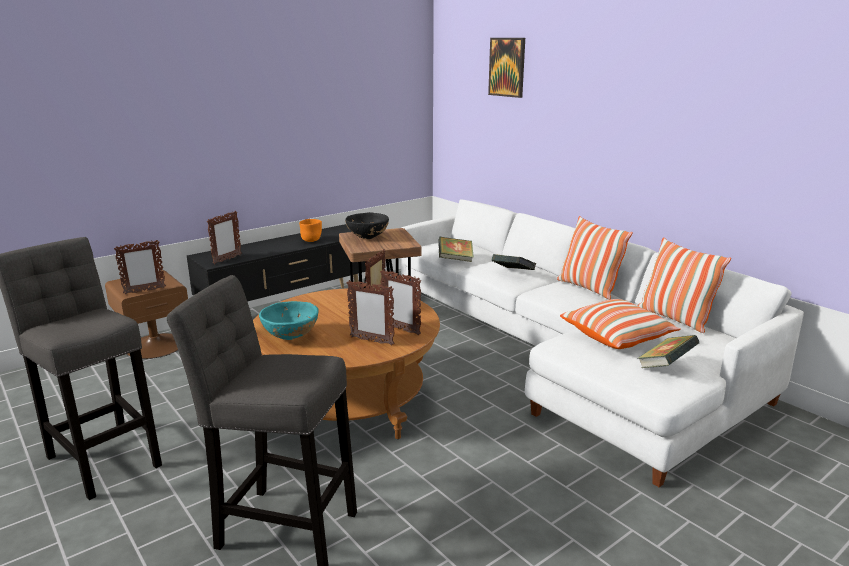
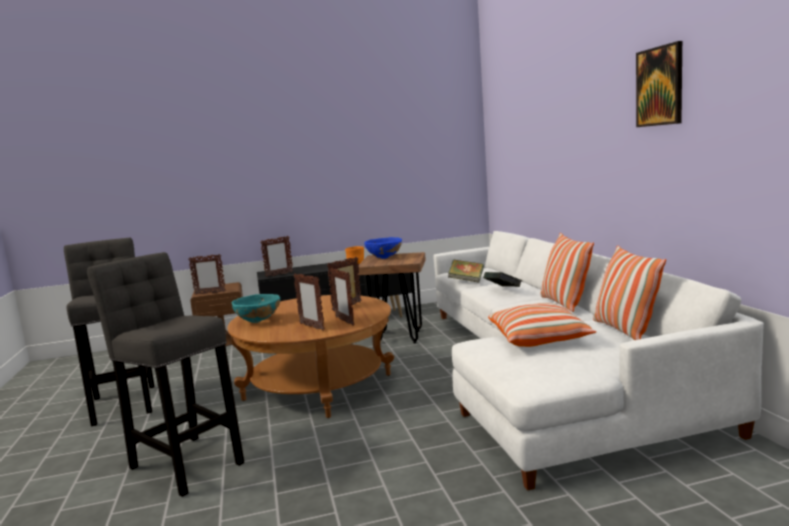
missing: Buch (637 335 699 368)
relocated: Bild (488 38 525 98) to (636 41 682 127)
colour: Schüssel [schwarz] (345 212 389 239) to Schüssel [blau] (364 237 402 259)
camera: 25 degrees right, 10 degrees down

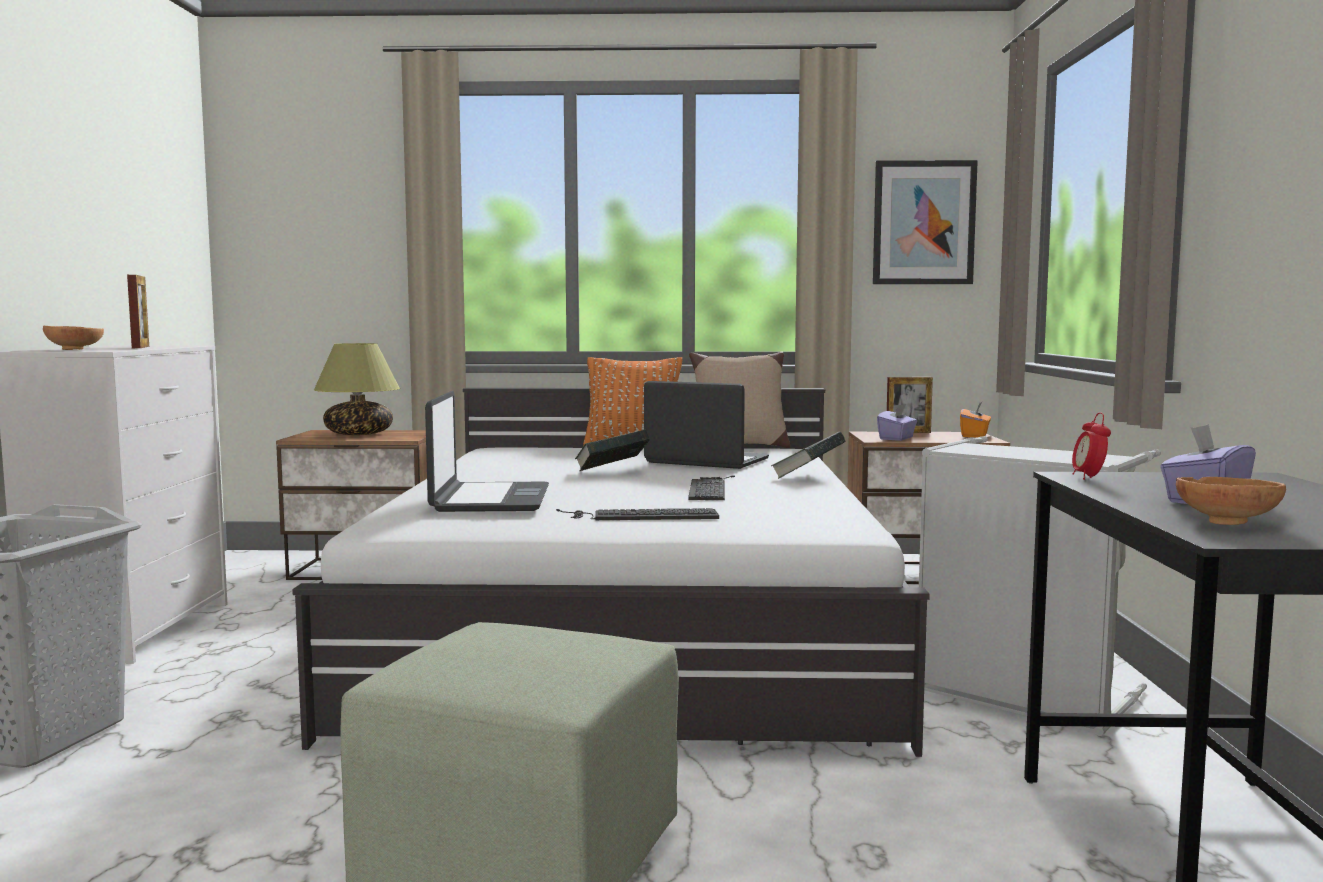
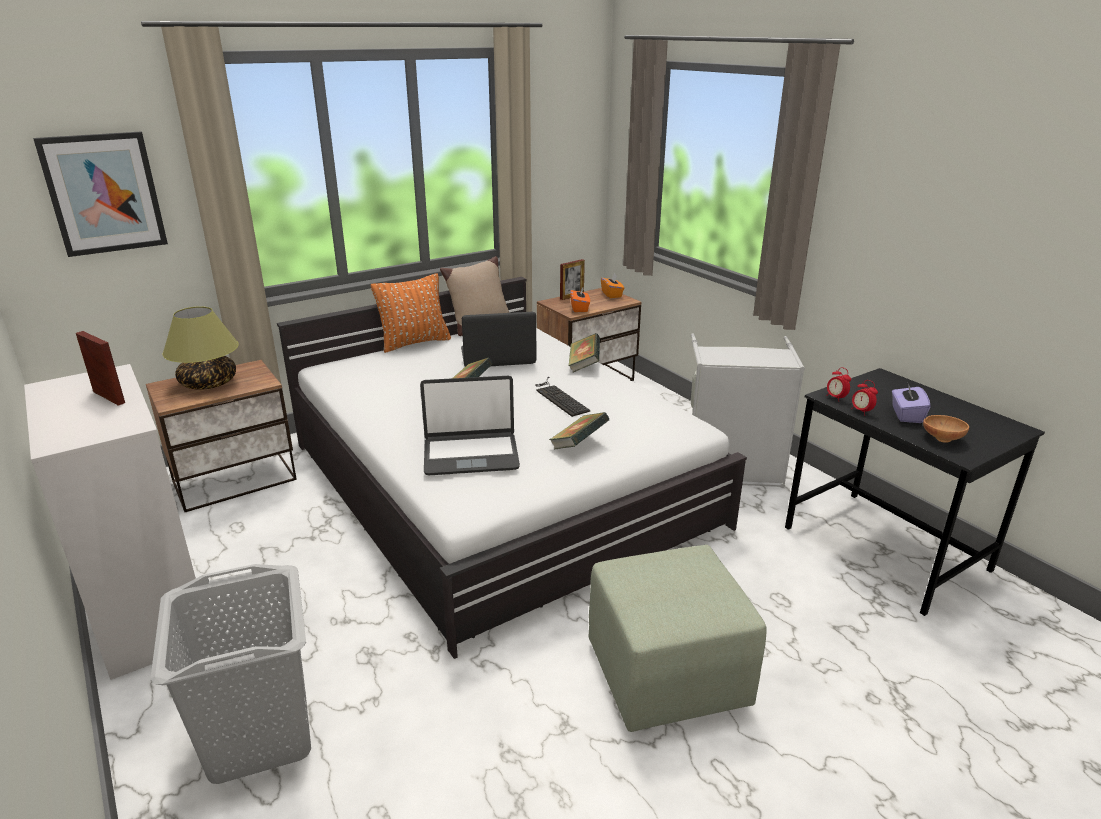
missing: Schüssel [braun] (43 326 104 350)
appeared: Wecker (851 380 878 414)
relocated: Bild (873 160 978 284) to (33 132 168 257)
exchanged: Tastatur (556 508 719 520) to Buch (549 412 609 449)
colour: Taschentuchbox [lila] (877 404 917 441) to Taschentuchbox [orange] (570 287 590 312)
spun: Laptop (425 391 549 512) = (420 376 520 476) 120 degrees clockwise
camera: 35 degrees left, 20 degrees up

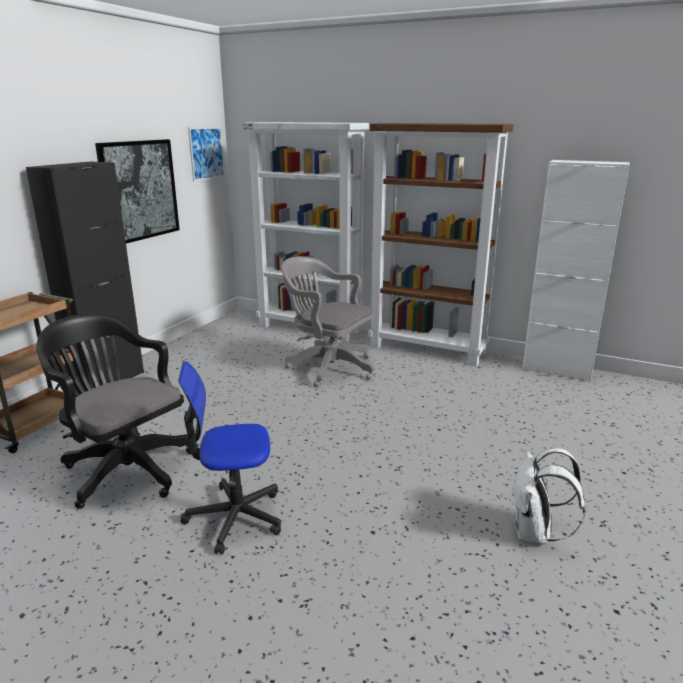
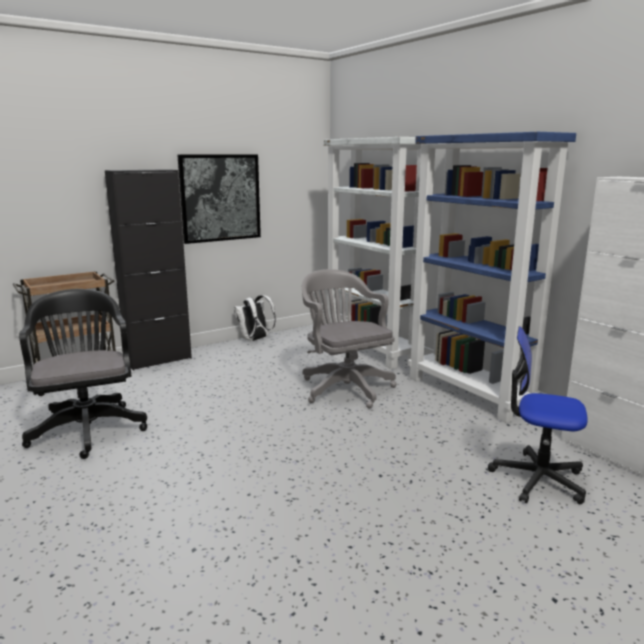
missing: Bild (188 127 225 181)
relocated: Rucksack [weiß] (511 448 585 545) to (234 295 276 341); Bürostuhl (178 361 281 554) to (488 327 588 504)
colour: Bücherregal [braun] (368 123 514 366) to Bücherregal [blau] (408 132 576 423)
camera: 30 degrees right, 5 degrees down

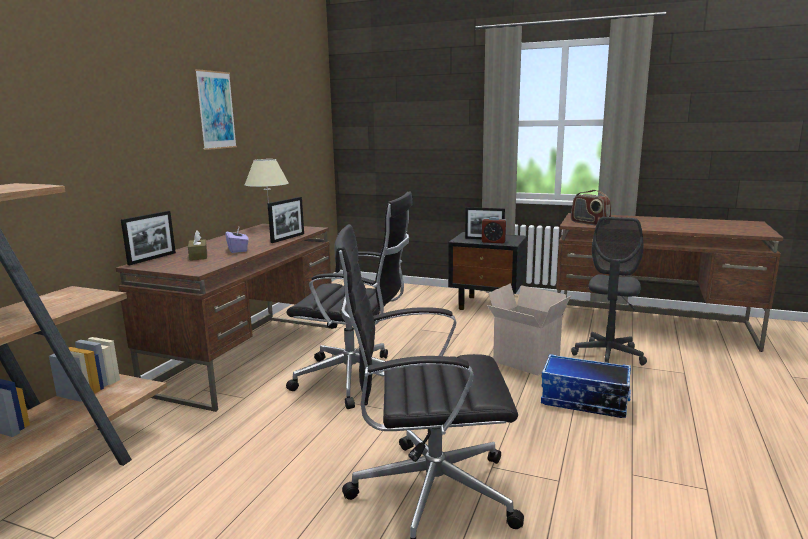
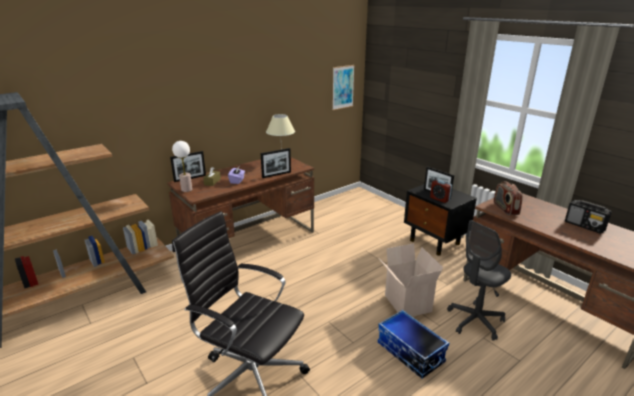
missing: Bürostuhl [schwarz] (286 191 413 409)
appeared: Tischlampe (172 141 192 192); Radio (565 200 612 234)
relocated: Bild (195 69 237 150) to (332 65 355 110)
camera: 30 degrees right, 10 degrees up

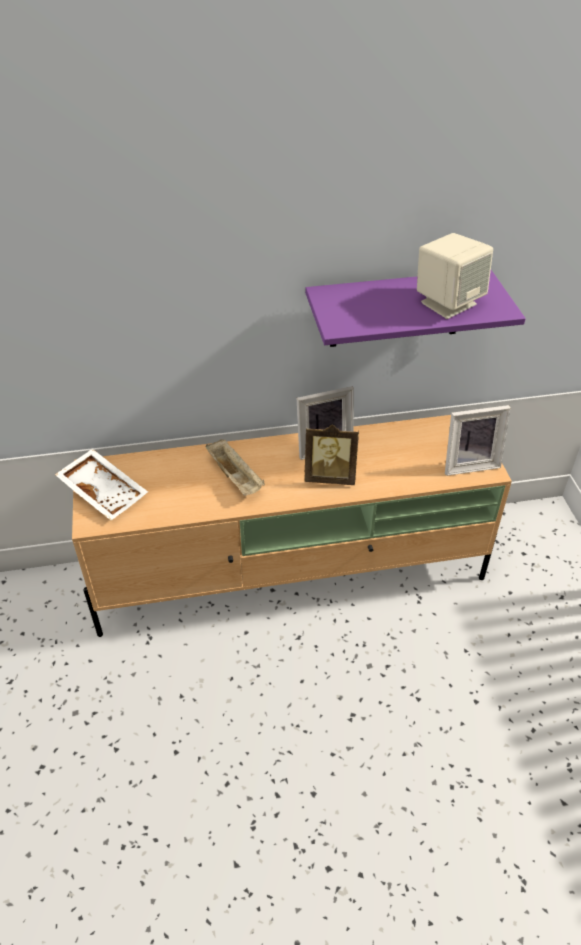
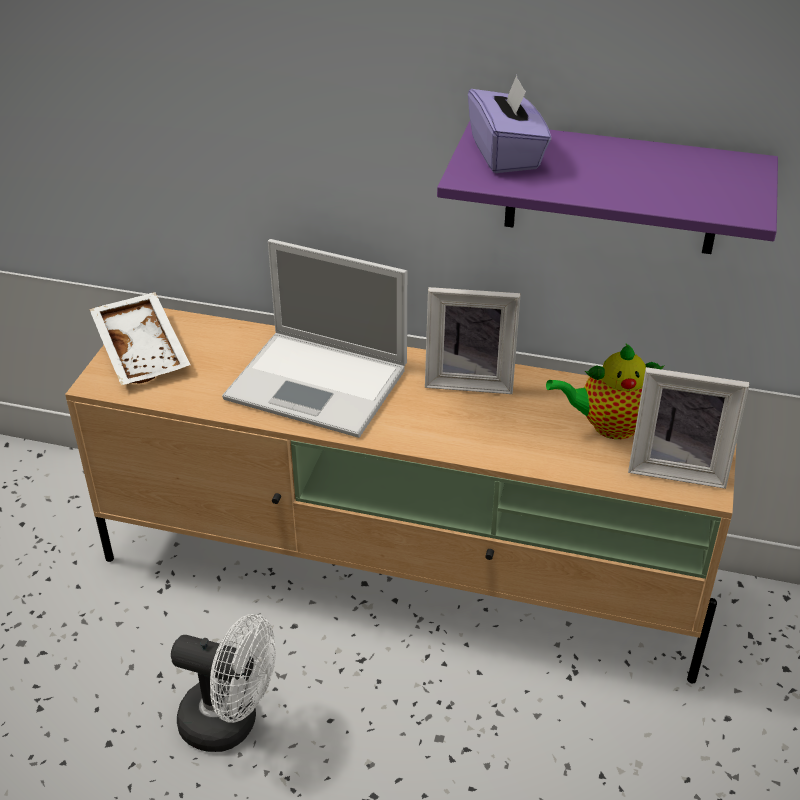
missing: Bilderrahmen (304 424 359 485); Lautsprecher [beige] (417 233 493 319)
appeared: Ventilator [weiß] (171 614 275 752); Taschentuchbox [lila] (468 75 551 173); Teekanne (546 344 665 439)
exchanged: Tablett [beige] (206 439 265 496) to Laptop (222 239 407 438)
camera: 25 degrees right, 5 degrees down

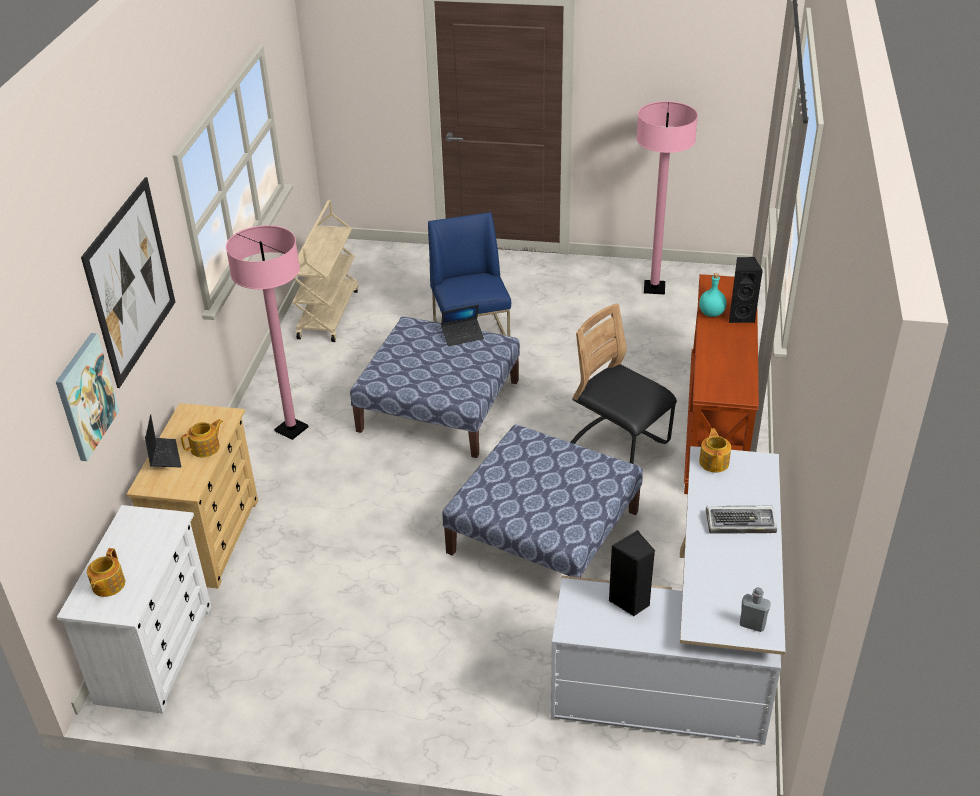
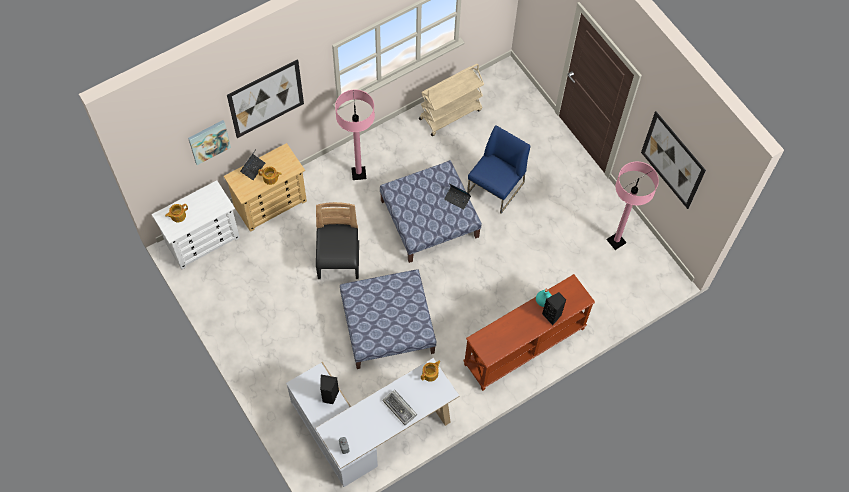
appeared: Bild (641 111 706 209)
relocated: Stuhl [schwarz] (570 303 677 464) to (316 202 359 279)
camera: 45 degrees right, 25 degrees up

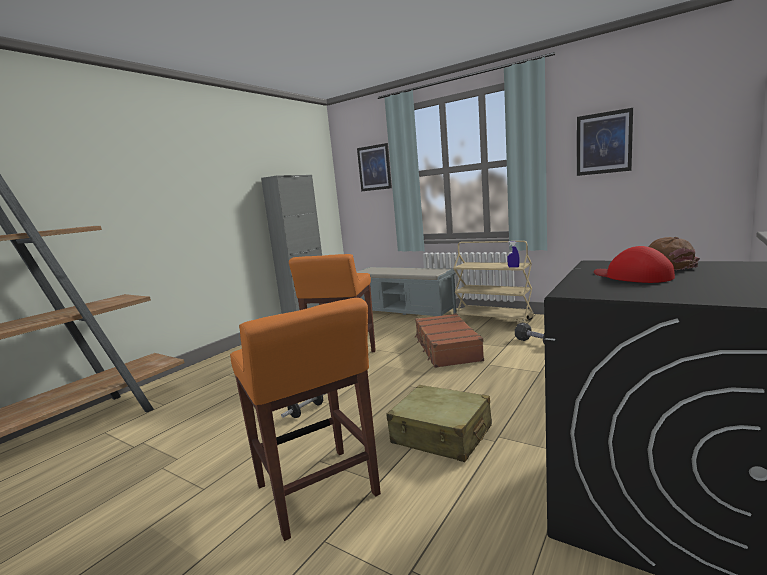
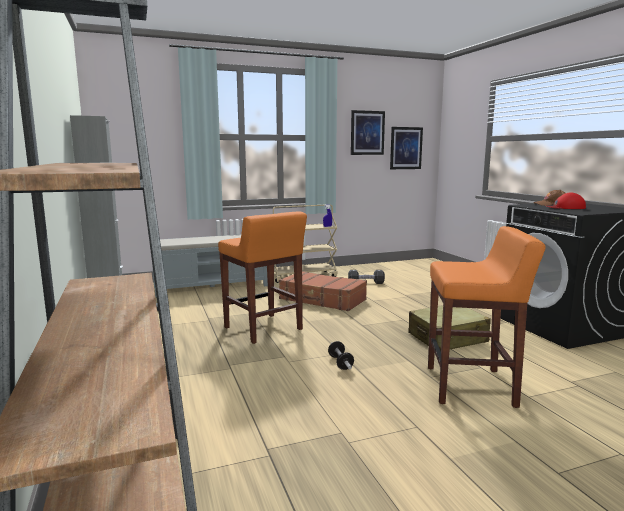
relocated: Bild (357 143 392 191) to (390 127 423 169)
camera: 55 degrees left, 0 degrees up

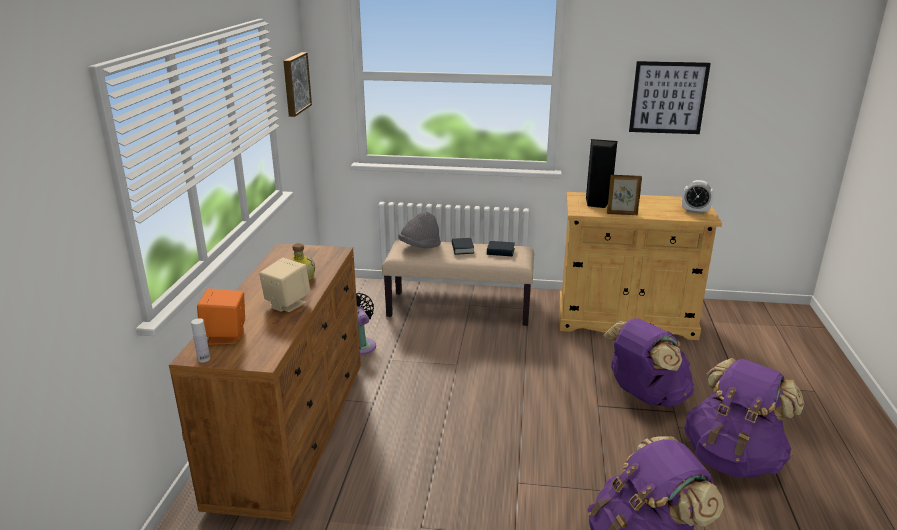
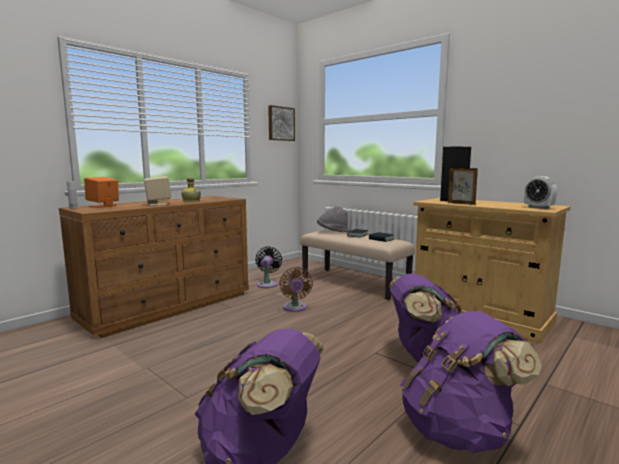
missing: Bild (629 61 711 134)
appeared: Ventilator [braun] (279 267 313 312)
camera: 35 degrees right, 15 degrees down

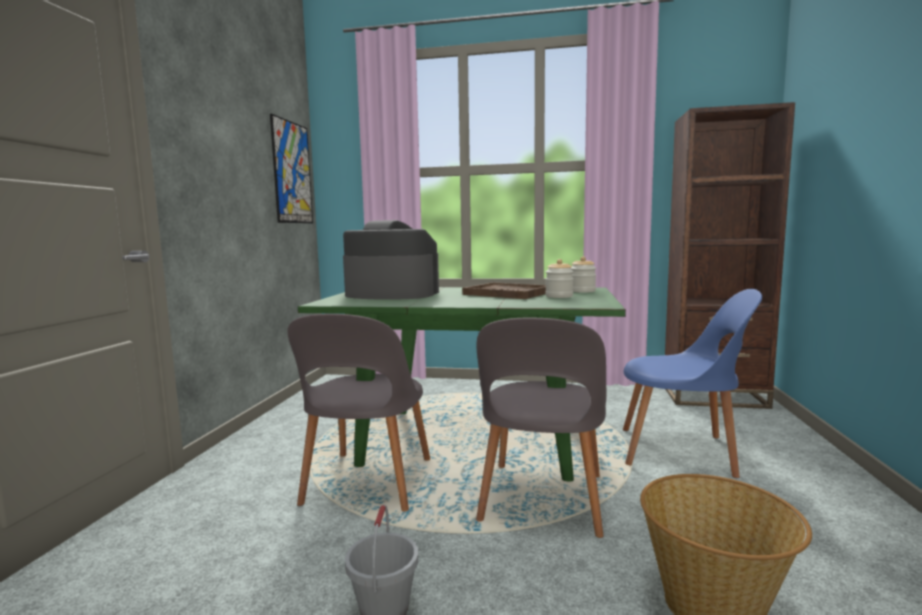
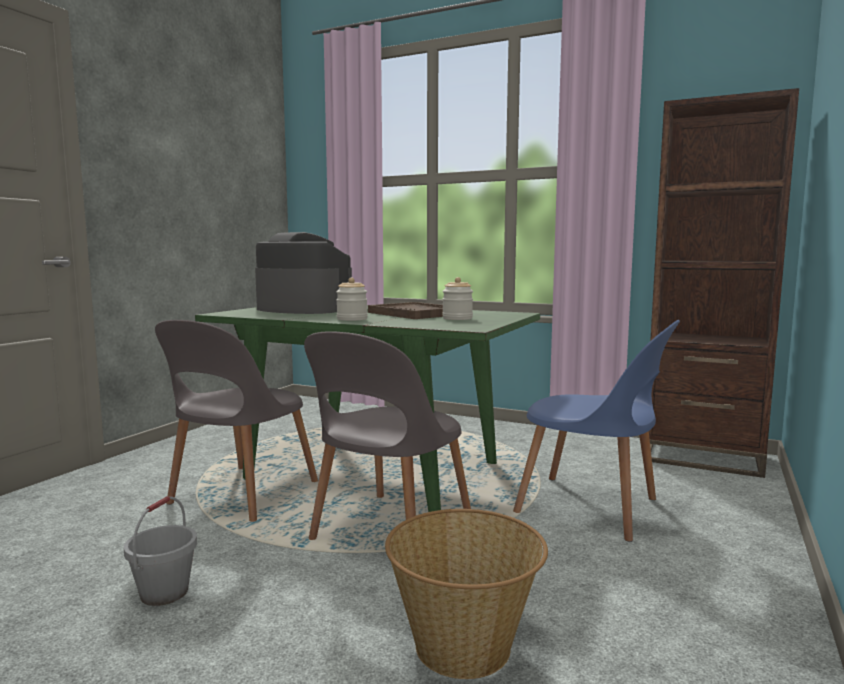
missing: Bild (270 114 313 223)
relocated: Vorratsglas (571 257 596 293) to (336 277 368 321)
camera: 15 degrees right, 0 degrees up

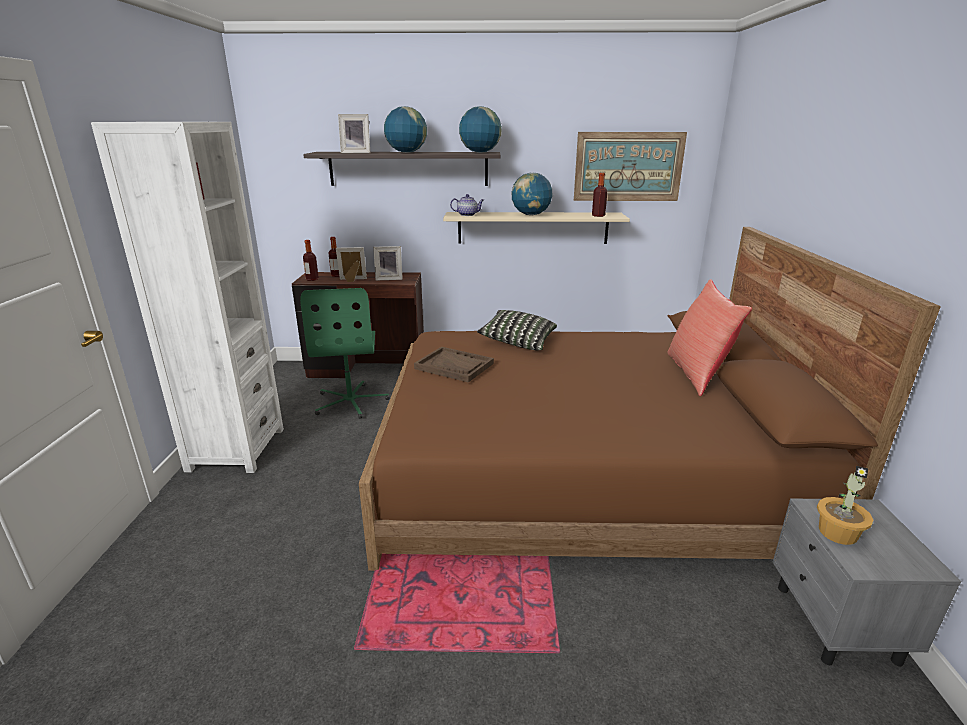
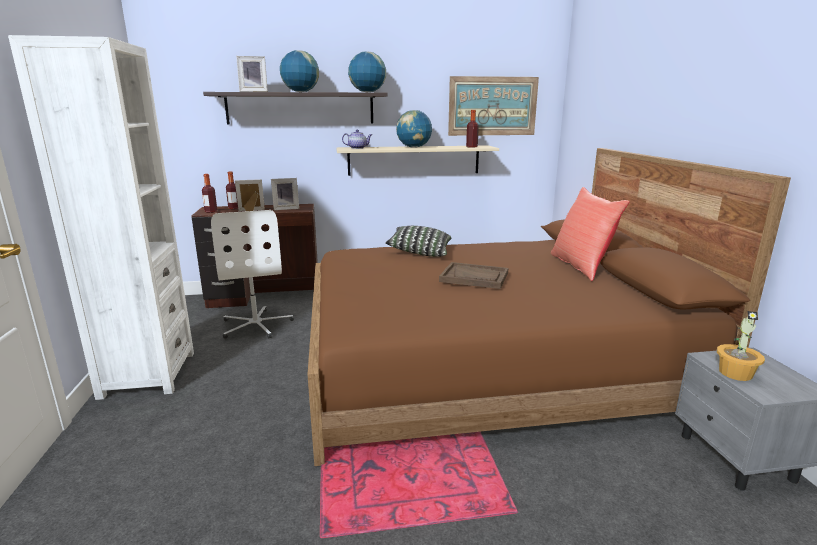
relocated: Tablett [braun] (414 347 494 383) to (439 262 508 289)
colour: Bürostuhl [grün] (300 288 390 419) to Bürostuhl [weiß] (211 210 294 339)
camera: 10 degrees left, 5 degrees down

